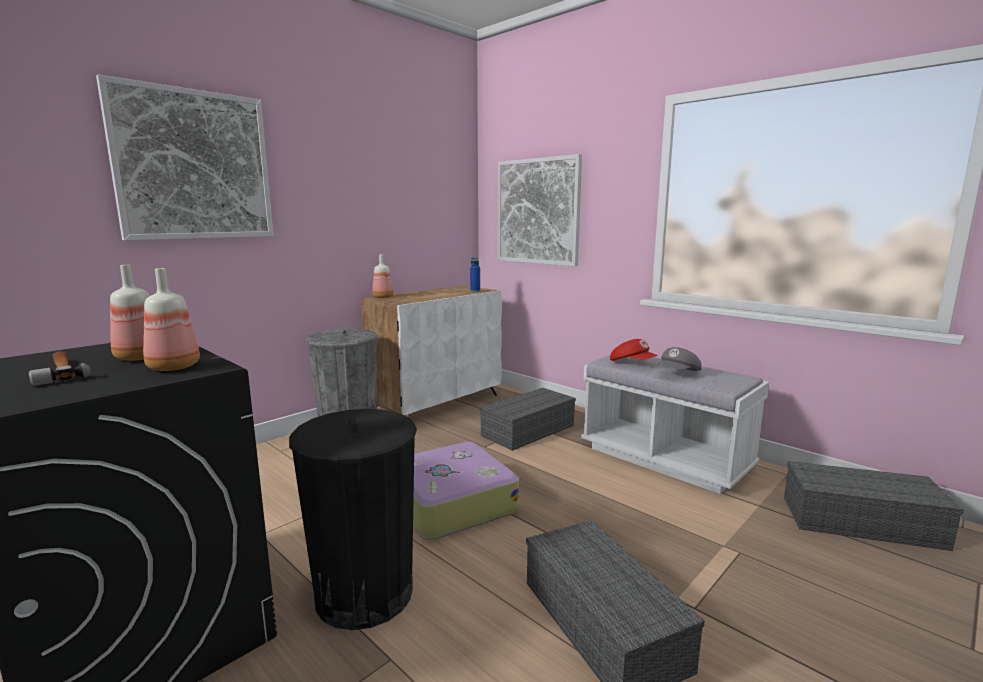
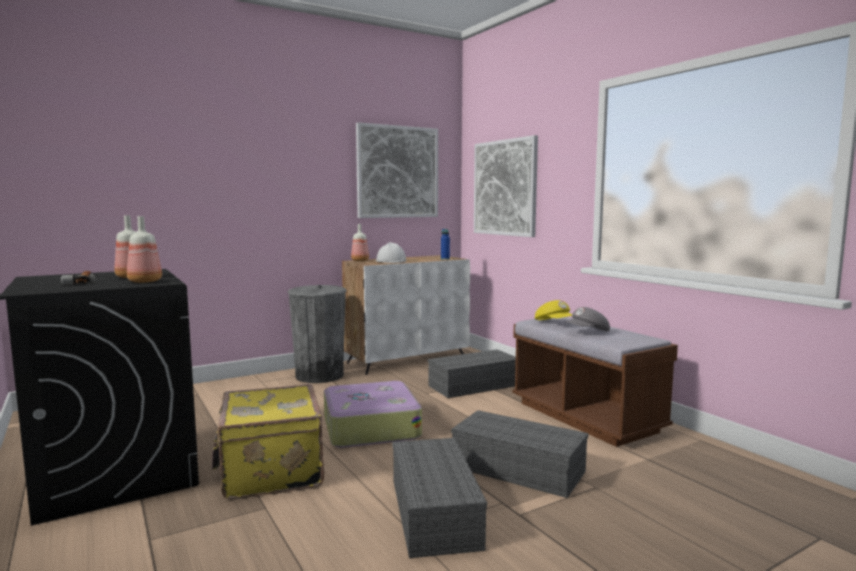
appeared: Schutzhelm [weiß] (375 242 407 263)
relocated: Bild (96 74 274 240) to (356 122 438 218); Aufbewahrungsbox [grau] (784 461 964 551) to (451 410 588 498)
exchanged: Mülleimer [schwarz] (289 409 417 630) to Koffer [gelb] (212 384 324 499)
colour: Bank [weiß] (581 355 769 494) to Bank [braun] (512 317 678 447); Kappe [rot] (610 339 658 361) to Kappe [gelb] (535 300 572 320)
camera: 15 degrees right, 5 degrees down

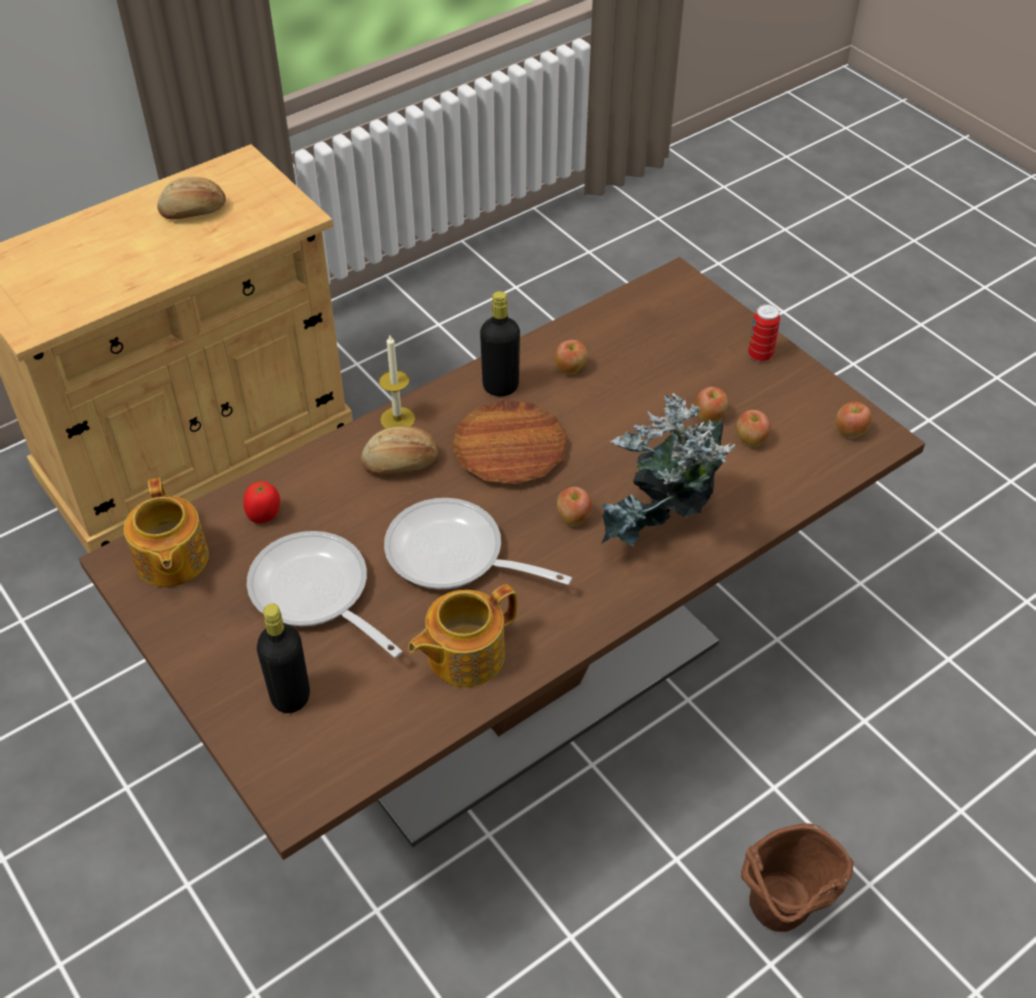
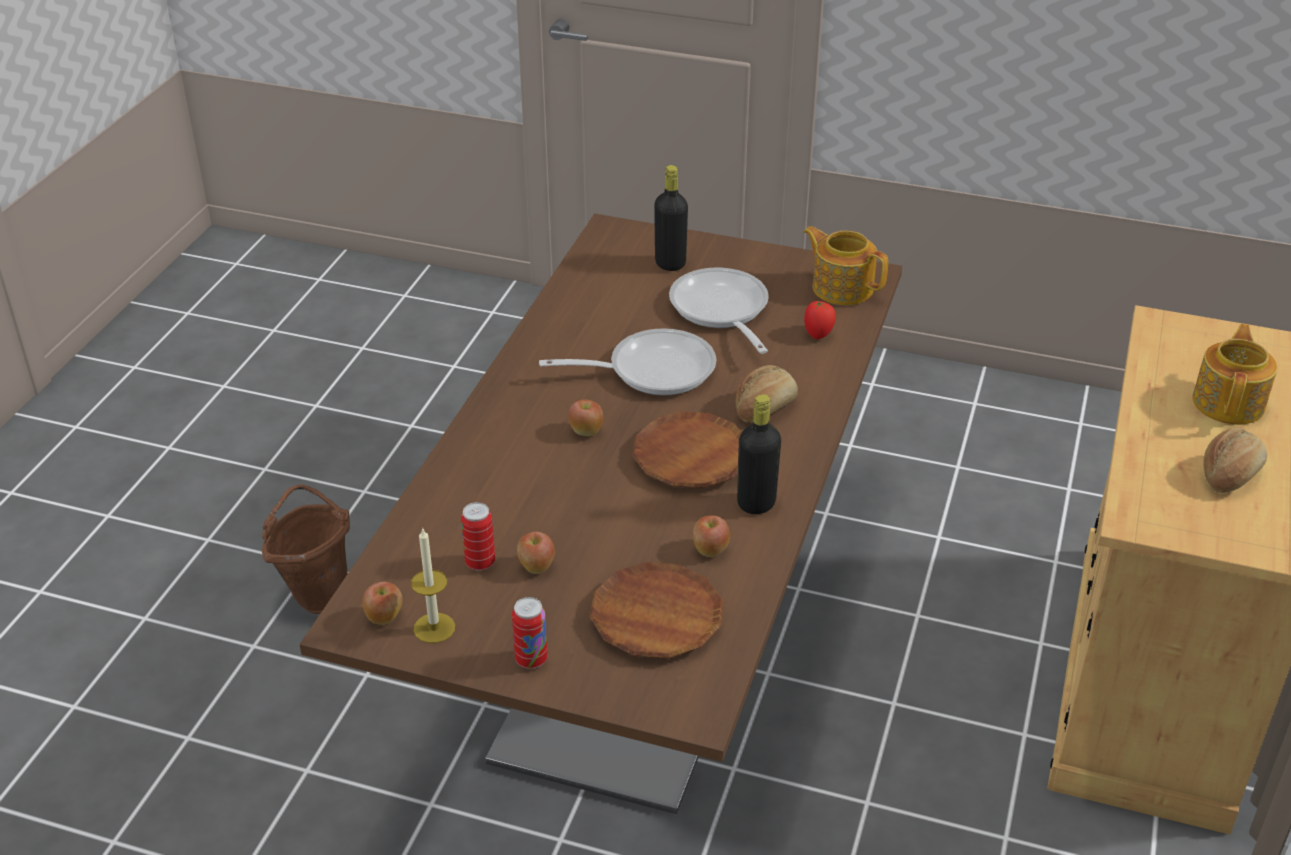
missing: Topfpflanze (601 393 736 547)
appeared: Teller [braun] (590 562 723 658)
relocated: Kerze (379 335 415 429) to (411 527 455 643); Teekanne (408 584 517 687) to (1192 324 1277 425)
exchanged: Apfel (736 410 770 447) to Dose (461 502 495 571)
spun: Pfanne (247 531 402 658) = (669 268 769 354) 120 degrees counterclockwise
camera: 145 degrees right, 10 degrees down

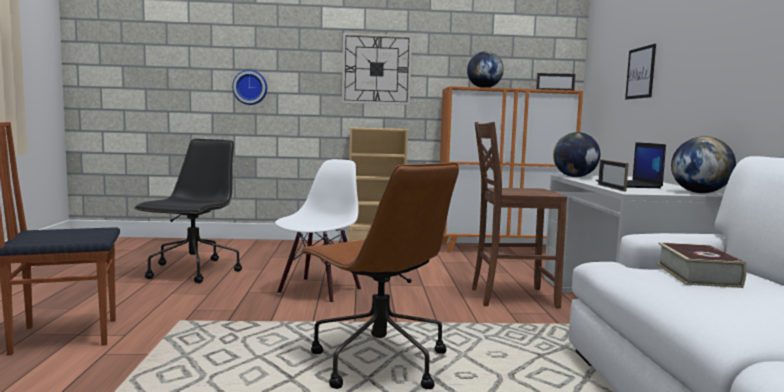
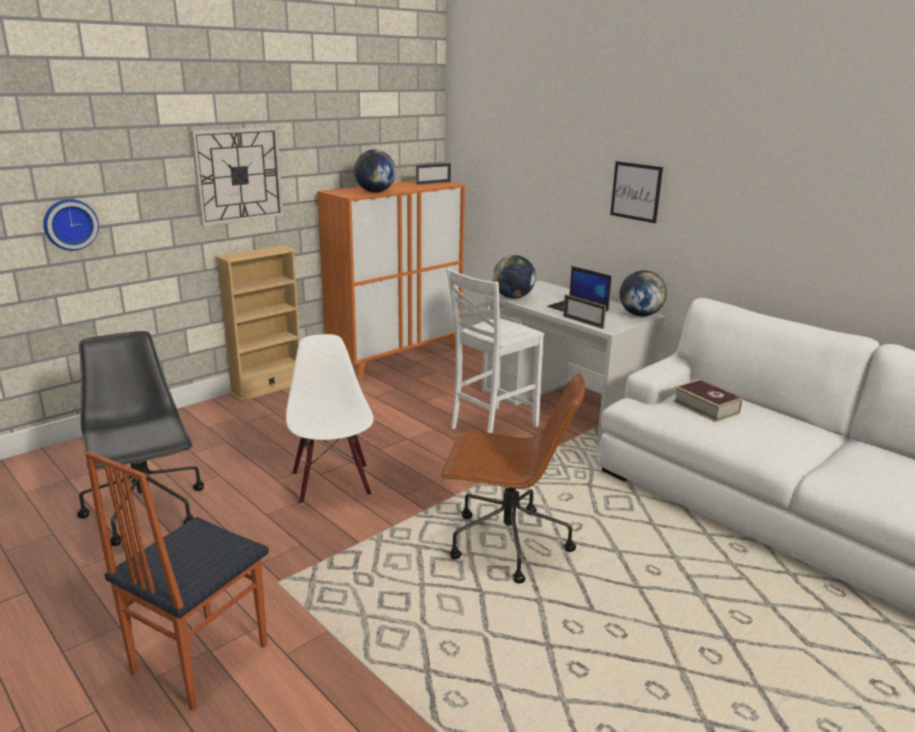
relocated: Bild (625 44 656 99) to (610 161 663 223)
colour: Stuhl [braun] (472 122 567 308) to Stuhl [weiß] (447 268 544 433)
camera: 40 degrees left, 15 degrees up

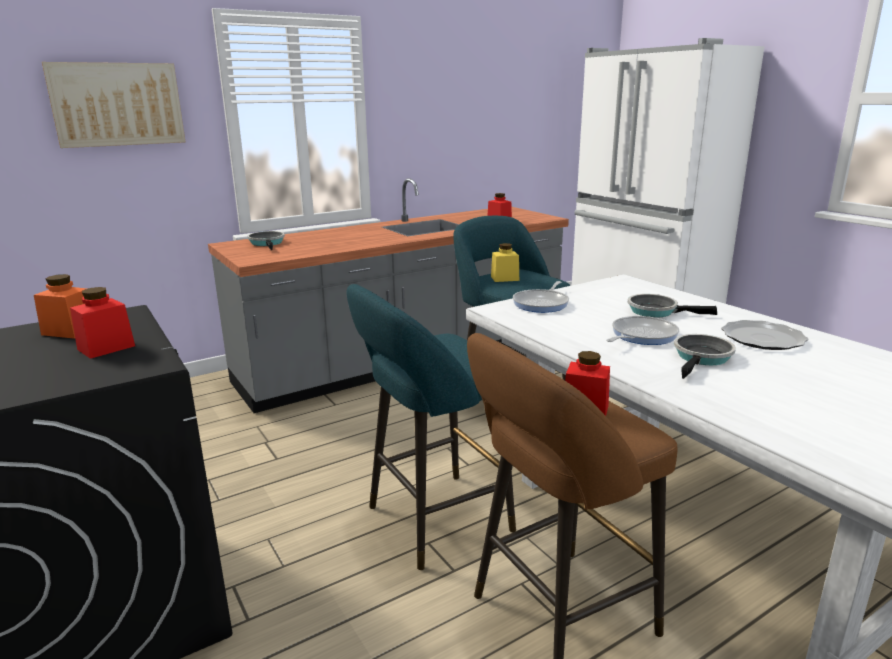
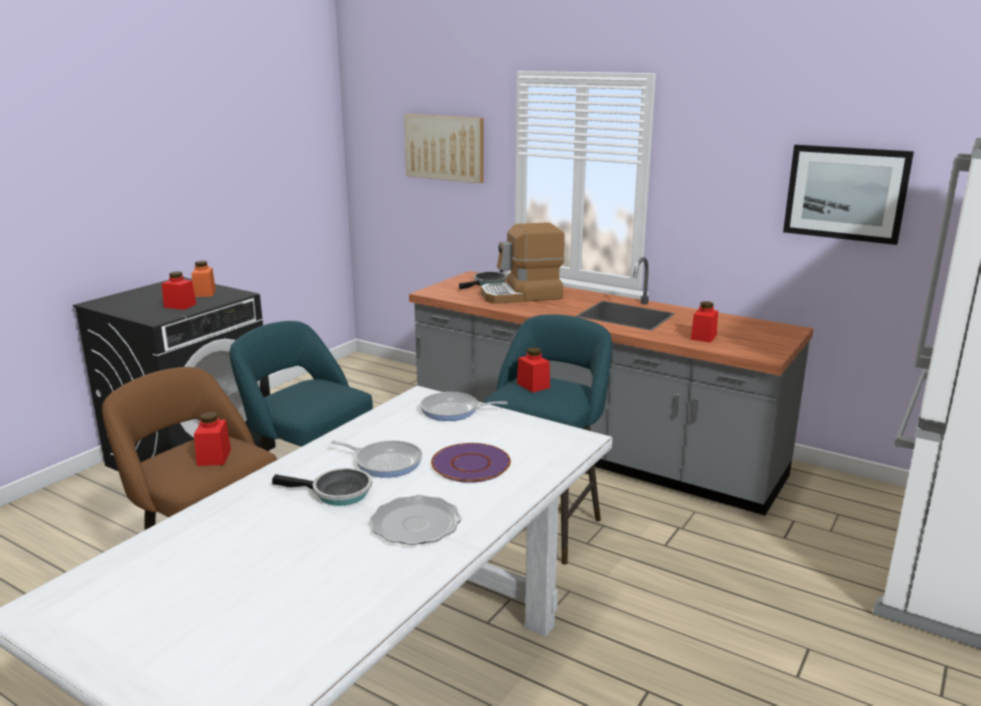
appeared: Kaffeemaschine (481 223 565 304); Bild (783 145 914 245)
exchanged: Pfanne (628 294 717 317) to Teller [lila] (431 443 511 483)
colour: Vorratsglas [gelb] (491 243 519 282) to Vorratsglas [rot] (517 347 550 393)
camera: 65 degrees right, 0 degrees up

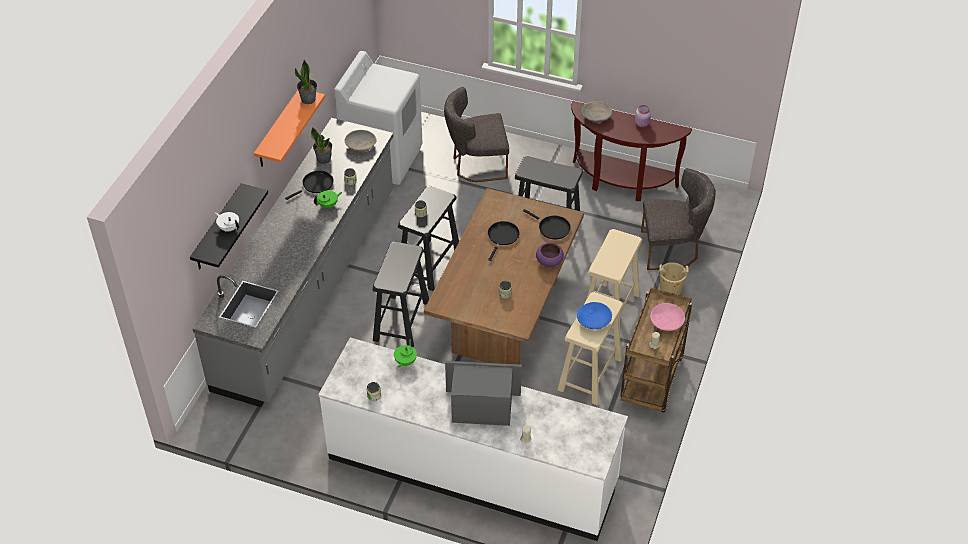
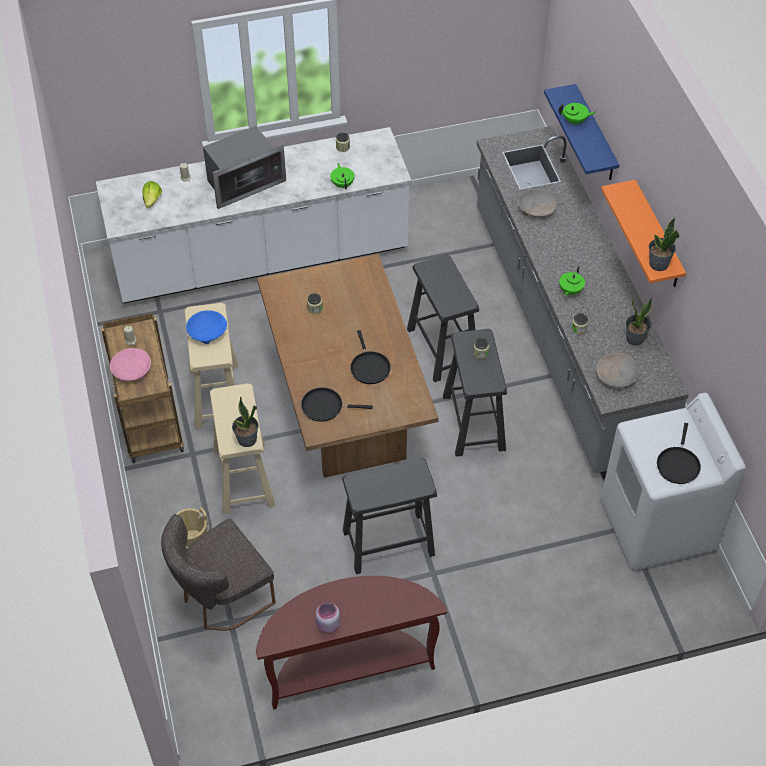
missing: Stuhl [grau] (444 87 509 182); Schüssel [lila] (536 243 564 268)
appeared: Salatkopf (143 181 162 208); Topfpflanze (232 397 258 447)
relocated: Schüssel [beige] (582 101 612 124) to (518 189 557 219); Pfanne [schwarz] (285 171 334 200) to (657 423 701 484)
colour: Wandregal [schwarz] (190 183 268 270) to Wandregal [blau] (544 84 619 180); Teekanne [weiß] (215 212 239 231) to Teekanne [grün] (559 103 596 126)
camera: 145 degrees right, 5 degrees up

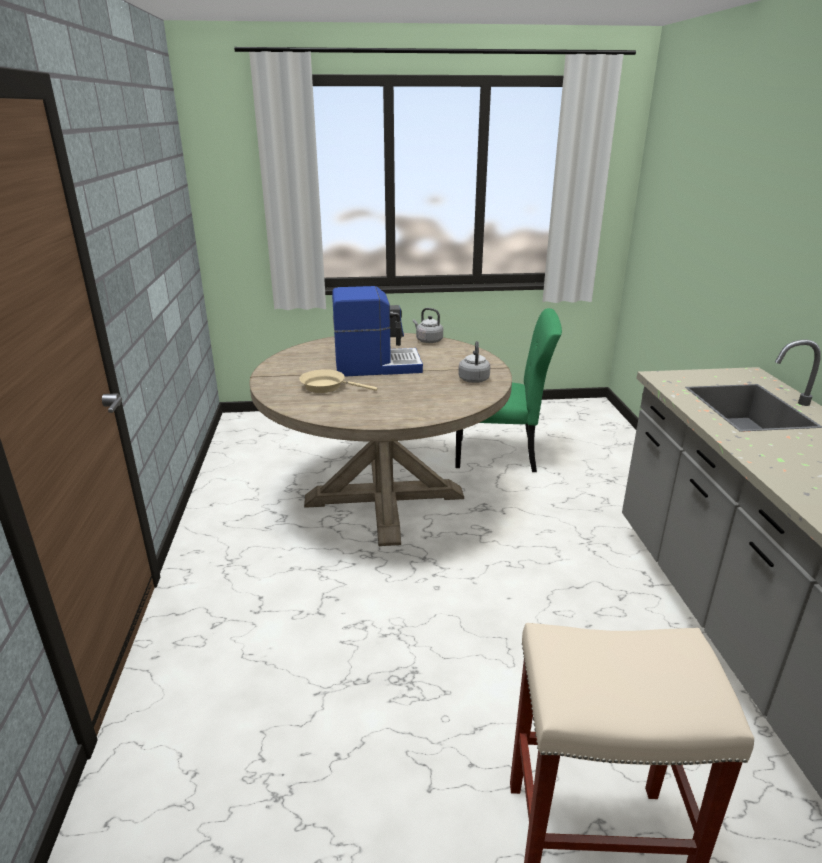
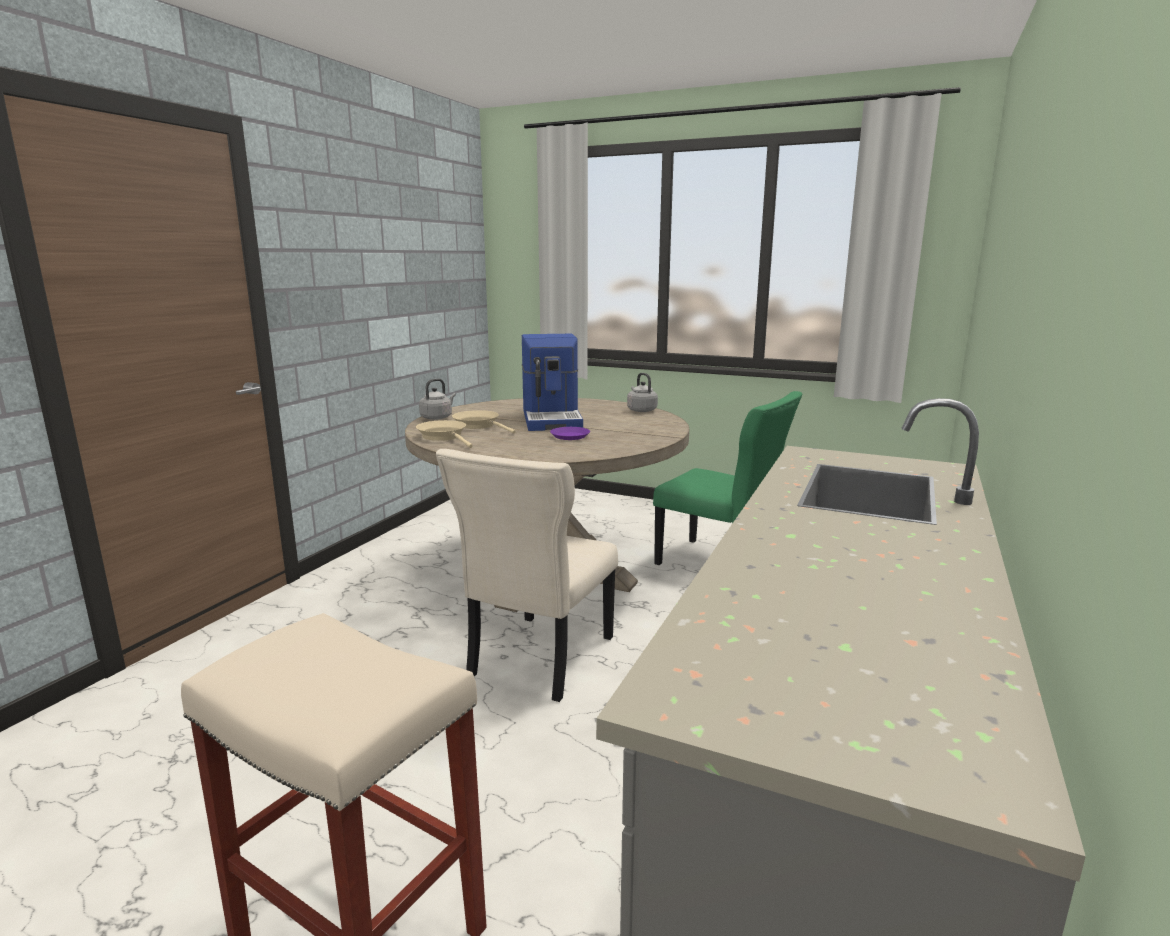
appeared: Pfanne [beige] (416 420 473 448); Stuhl [beige] (436 449 618 702); Teller [lila] (550 427 590 440)
relocated: Wasserkessel [grau] (458 341 491 383) to (419 379 456 420)
spun: Kaffeemaschine (332 286 423 376) = (522 334 583 431) 60 degrees clockwise
camera: 30 degrees right, 10 degrees down

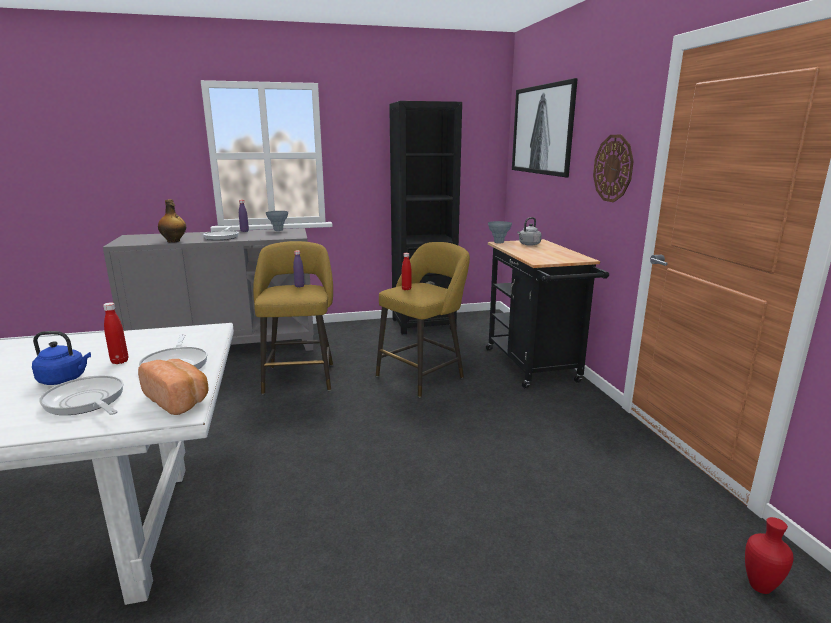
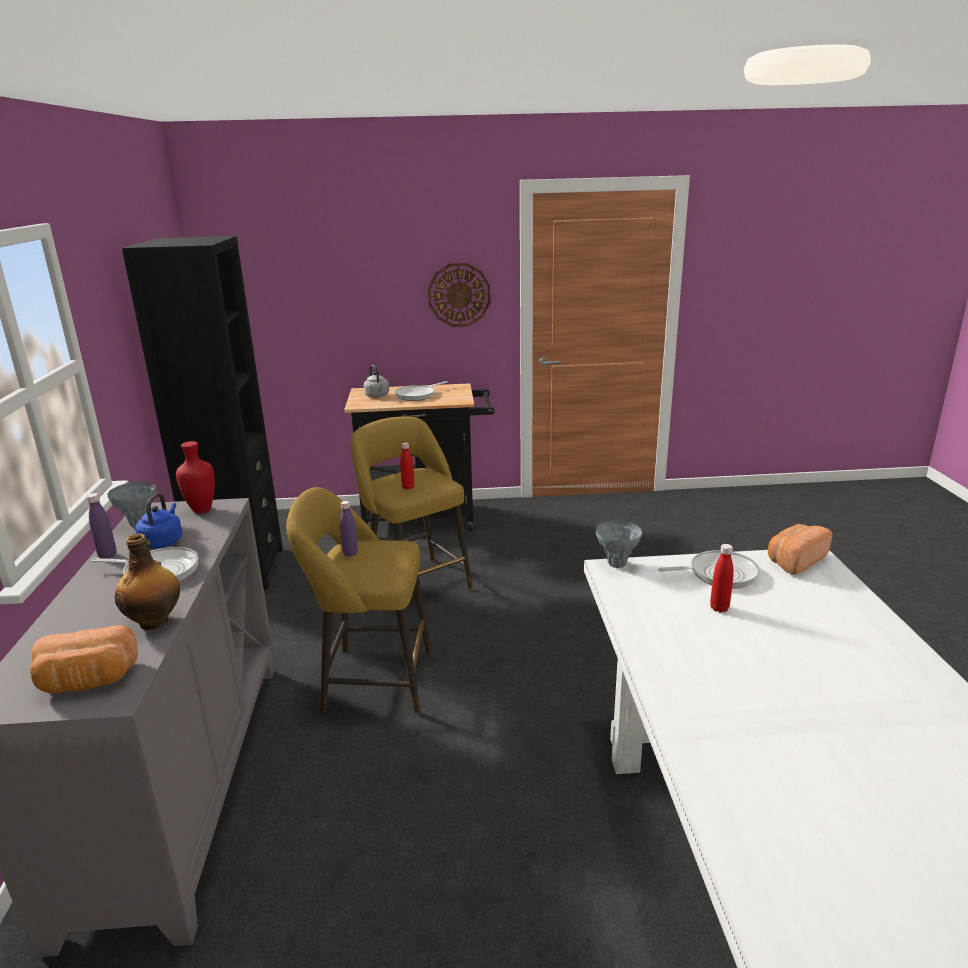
missing: Bild (512 78 578 177)
appeared: Brot (30 625 138 693)
relocated: Wasserkessel [blau] (32 331 91 385) to (135 493 182 549); Vase [rot] (745 517 794 594) to (176 441 215 514); Pfanne (39 375 124 415) to (395 381 448 401); Vase [grau] (488 221 512 244) to (596 520 642 568)
camera: 80 degrees left, 5 degrees up

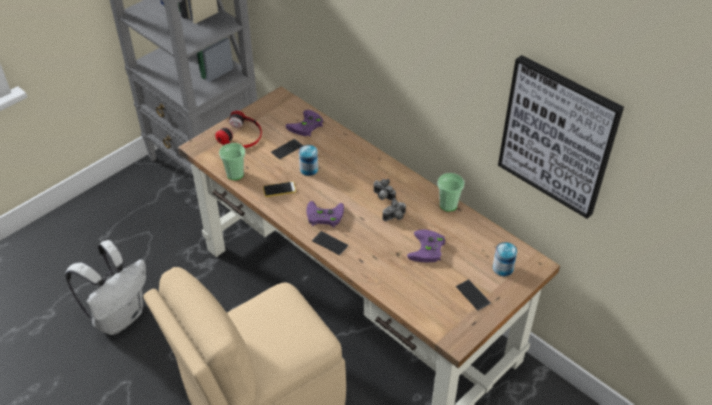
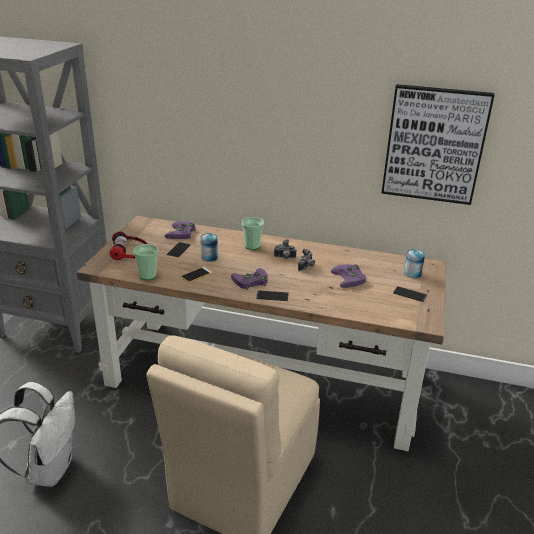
relocated: Tasse (437 173 465 212) to (241 217 264 250)
camera: 30 degrees left, 15 degrees down

